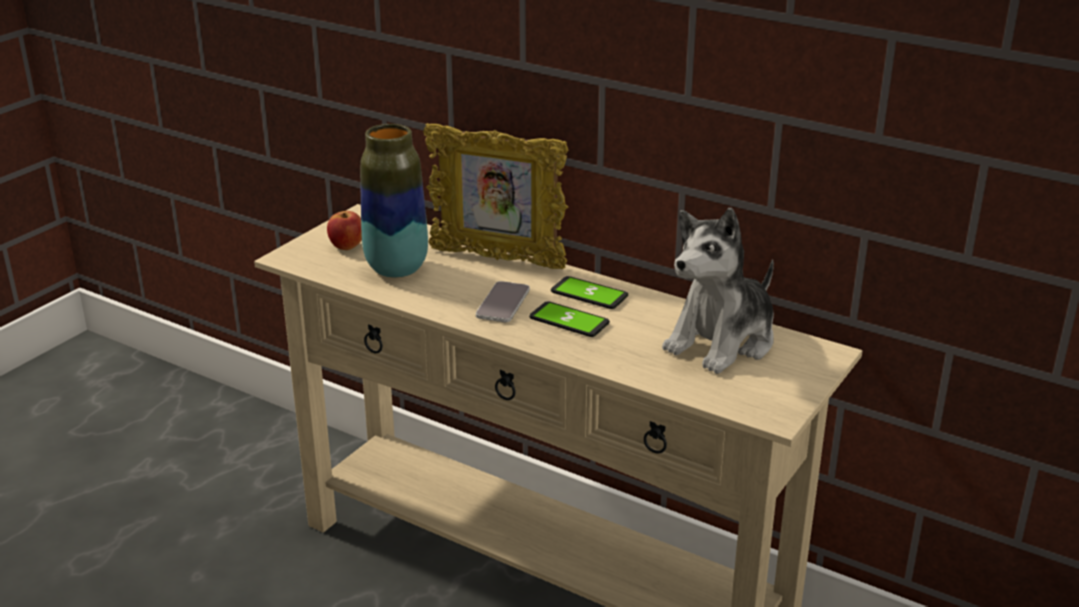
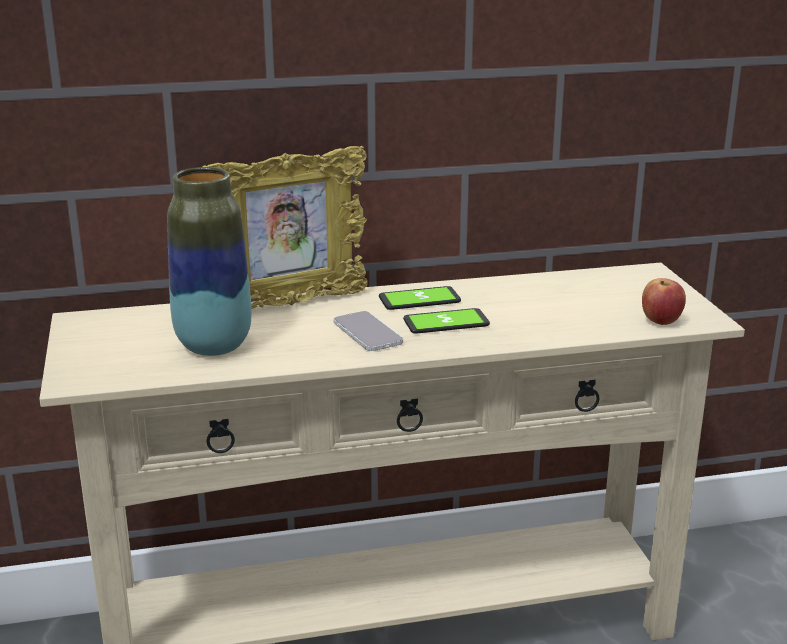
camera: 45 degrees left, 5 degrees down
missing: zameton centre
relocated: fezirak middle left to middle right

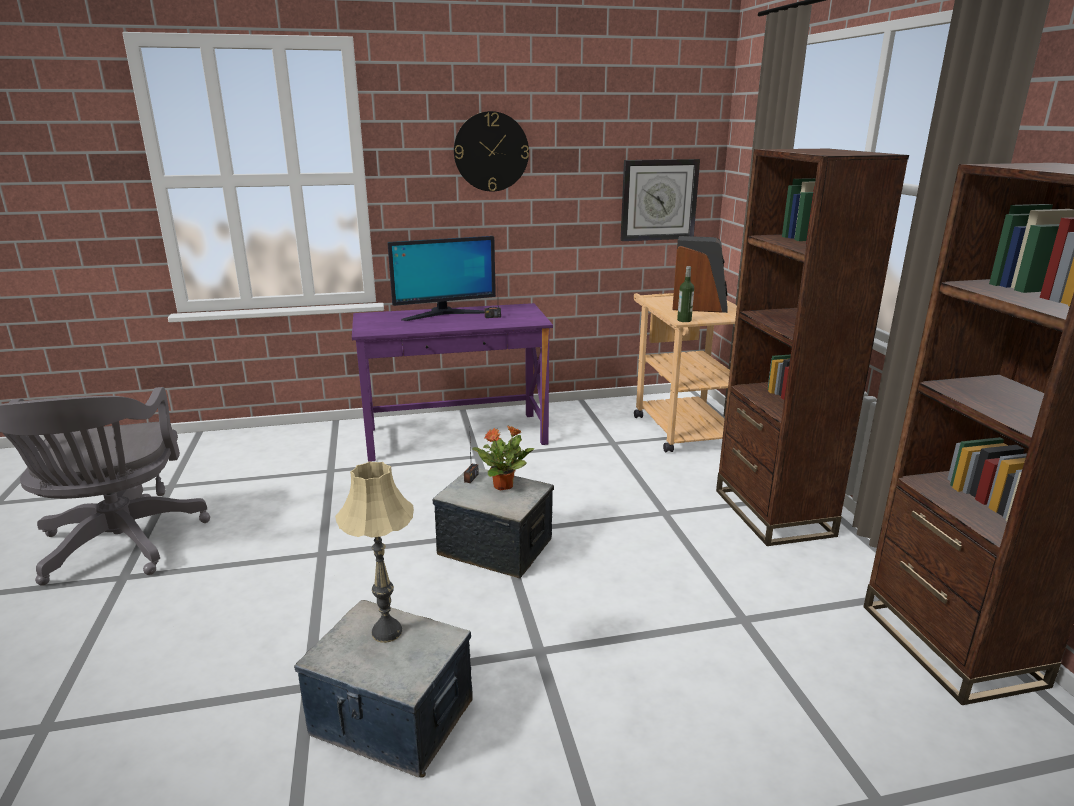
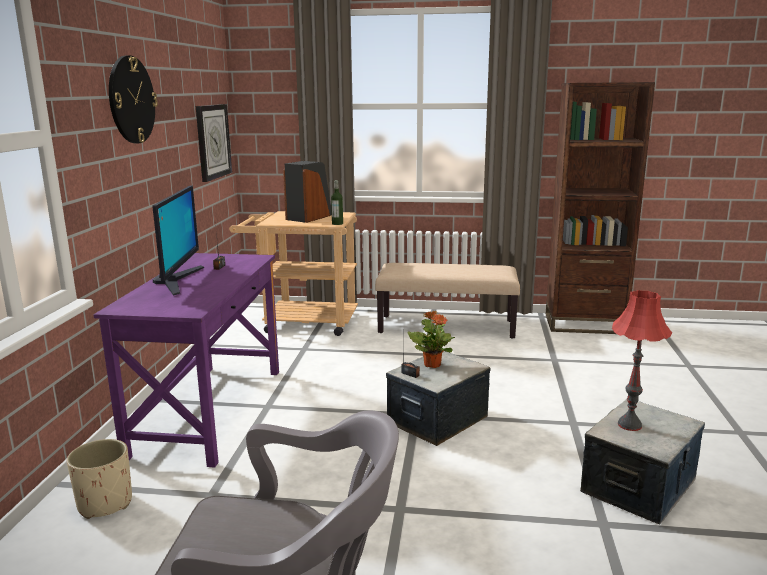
camera: 70 degrees left, 5 degrees down
appeared: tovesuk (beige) bottom left
exchanged: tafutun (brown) (no. 1 from left) middle right to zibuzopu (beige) centre
colour: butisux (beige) bottom centre to butisux (red) middle right

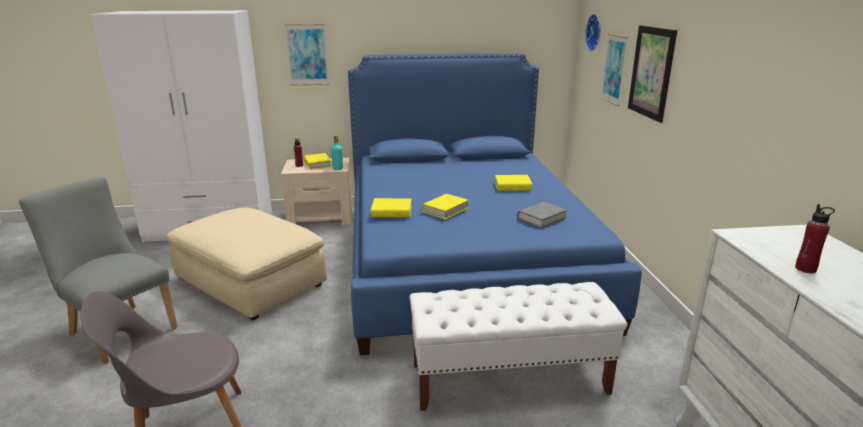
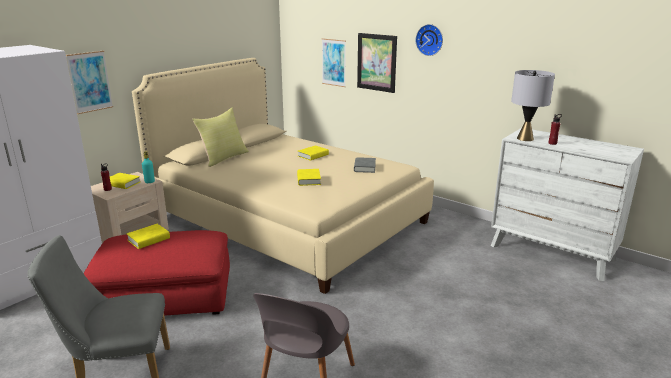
camera: 45 degrees left, 0 degrees up
missing: zibuzopu (white) bottom centre
appeared: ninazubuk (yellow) middle left; butisux (grey) top right
relocated: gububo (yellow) (no. 2 from left) centre to middle left; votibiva top right to top centre
colour: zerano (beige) middle left to zerano (red) bottom left; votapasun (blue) centre to votapasun (beige) centre

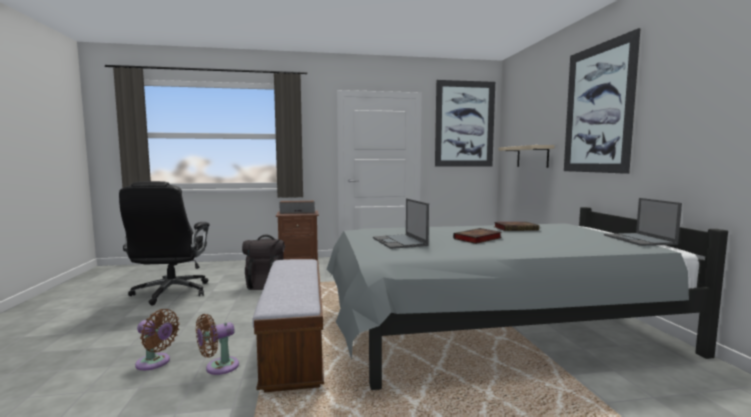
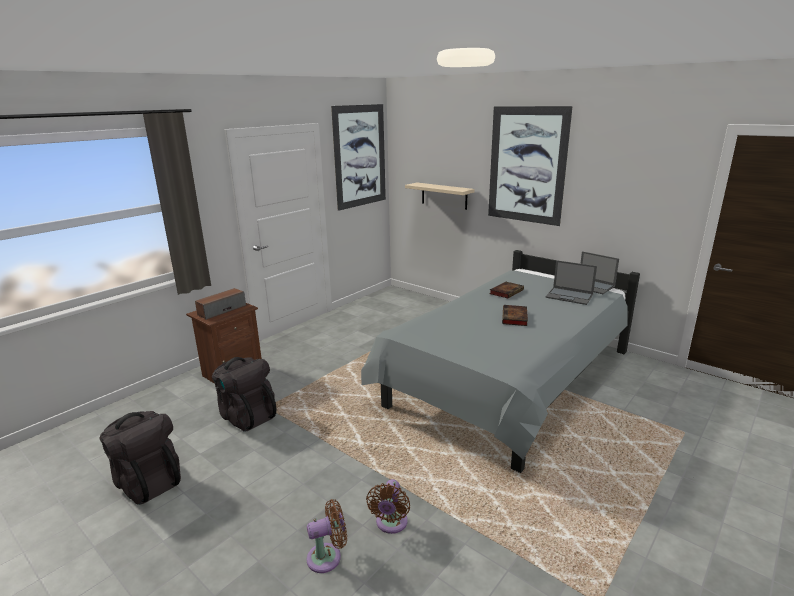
camera: 40 degrees left, 15 degrees up
missing: zibuzopu bottom centre
relocated: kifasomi (no. 1 from left) centre to middle right
exchanged: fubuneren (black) middle left to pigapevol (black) (no. 1 from left) bottom left

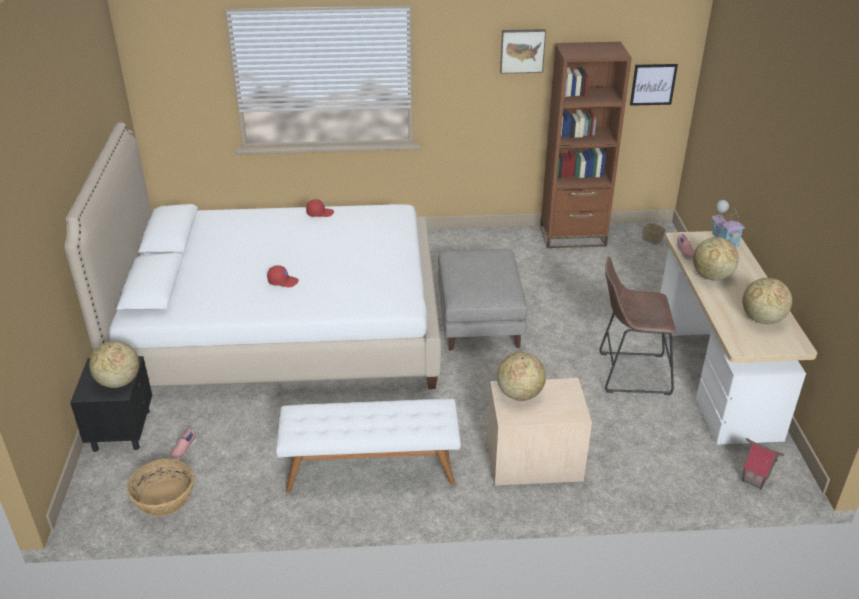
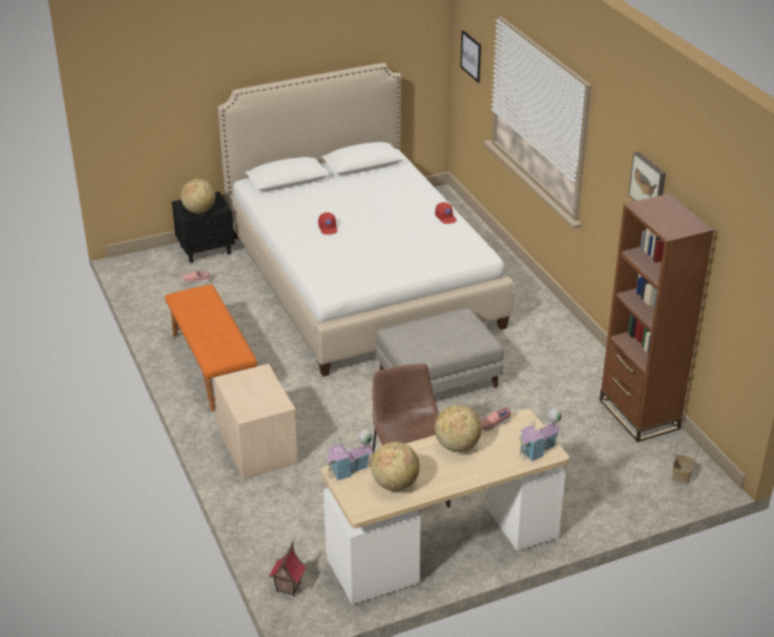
camera: 70 degrees right, 0 degrees up
missing: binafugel (no. 1 from left) bottom left; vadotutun (no. 2 from left) centre
appeared: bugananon (no. 2 from left) bottom centre
relocated: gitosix (no. 2 from left in the first image) top right to gitosix (no. 1 from left) top centre
colour: zibuzopu (white) bottom centre to zibuzopu (orange) middle left

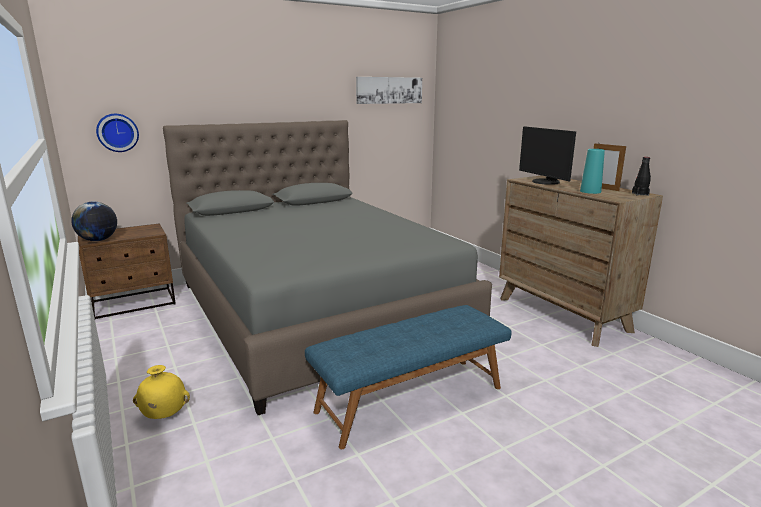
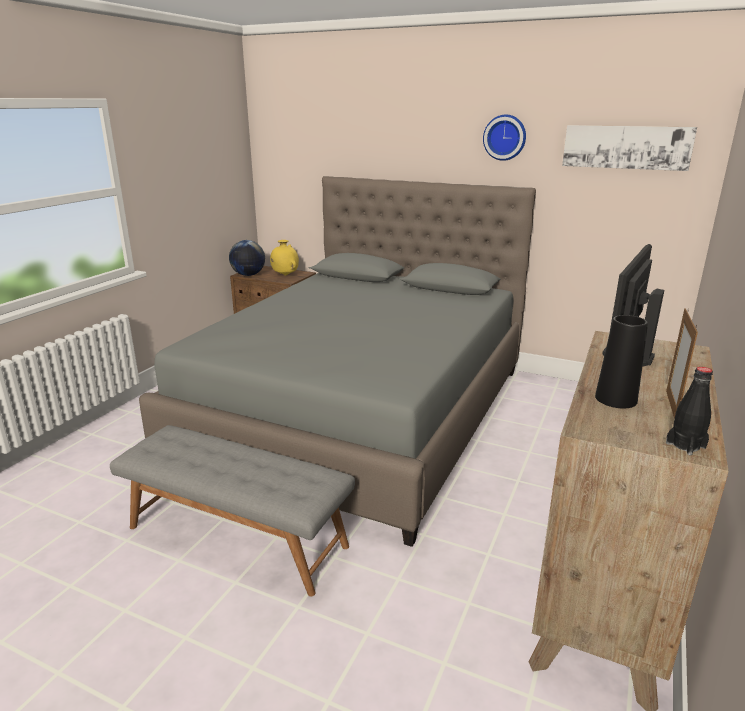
camera: 55 degrees right, 5 degrees up
relocated: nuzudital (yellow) bottom left to centre; votibiva top left to top right
colour: zibuzopu (blue) bottom centre to zibuzopu (grey) bottom left; nuzudital (turquoise) middle right to nuzudital (black) middle right

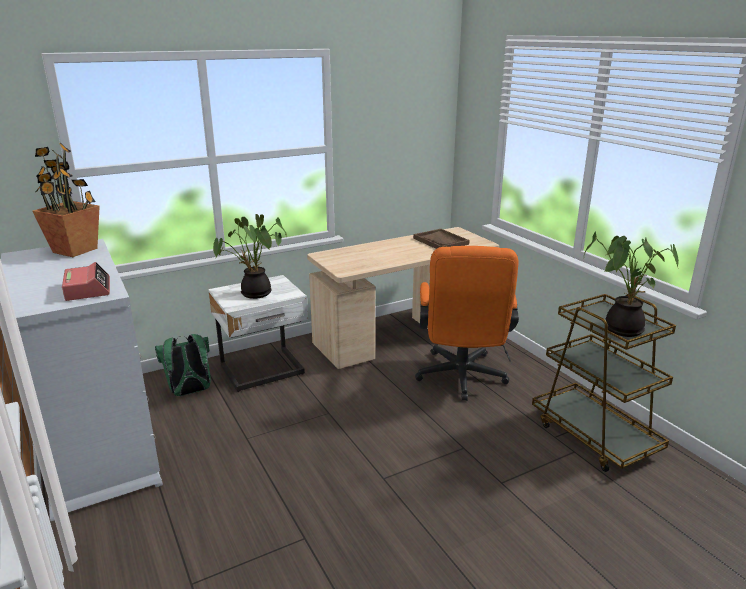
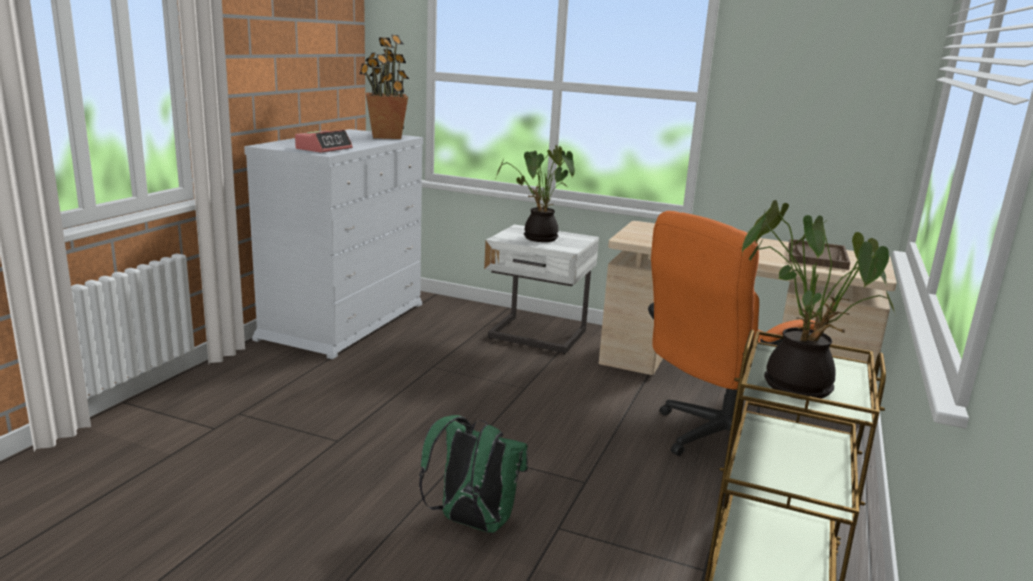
camera: 50 degrees right, 5 degrees down
relocated: pigapevol (green) middle left to bottom centre

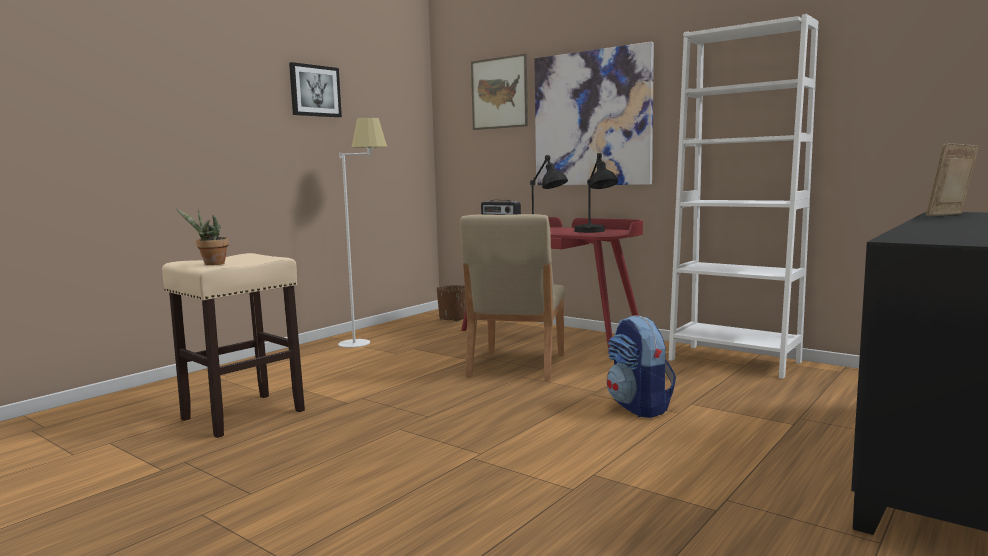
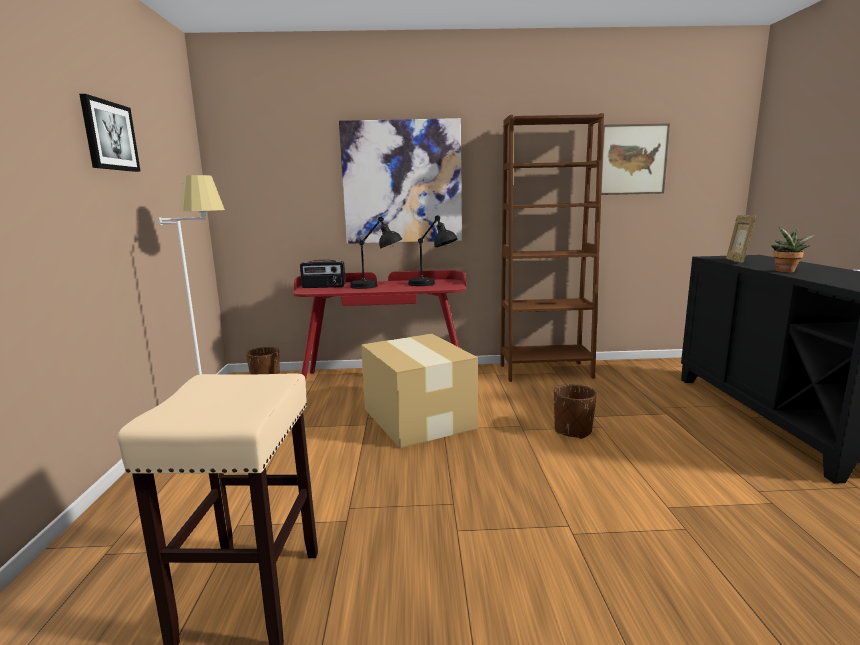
camera: 40 degrees left, 5 degrees up
relocated: gitosix (no. 2 from left in the first image) top centre to gitosix (no. 3 from left) top right; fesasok middle left to middle right
exchanged: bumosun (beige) centre to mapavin centre; pigapevol centre to tovesuk (brown) (no. 2 from left) middle right
colour: tafutun (white) middle right to tafutun (brown) centre

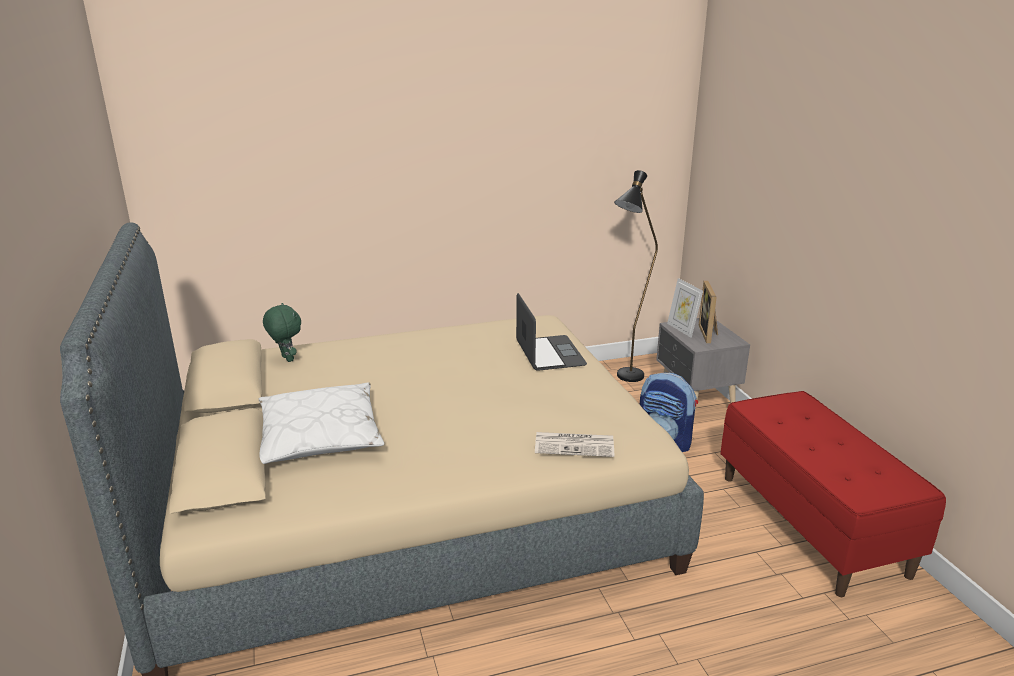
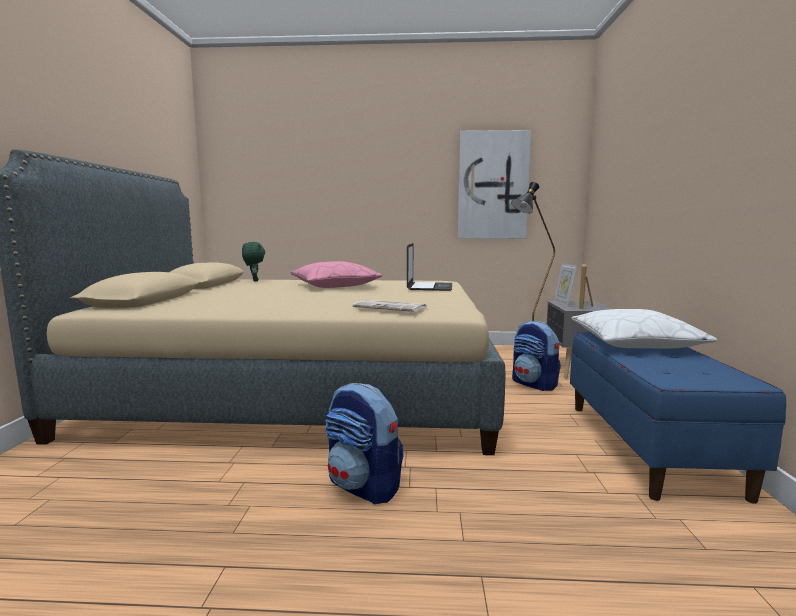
camera: 20 degrees right, 15 degrees down
appeared: ninazubuk (pink) centre; pigapevol (no. 1 from left) bottom centre; gitosix top centre
relocated: ninazubuk (white) middle left to middle right
colour: zibuzopu (red) bottom right to zibuzopu (blue) bottom right

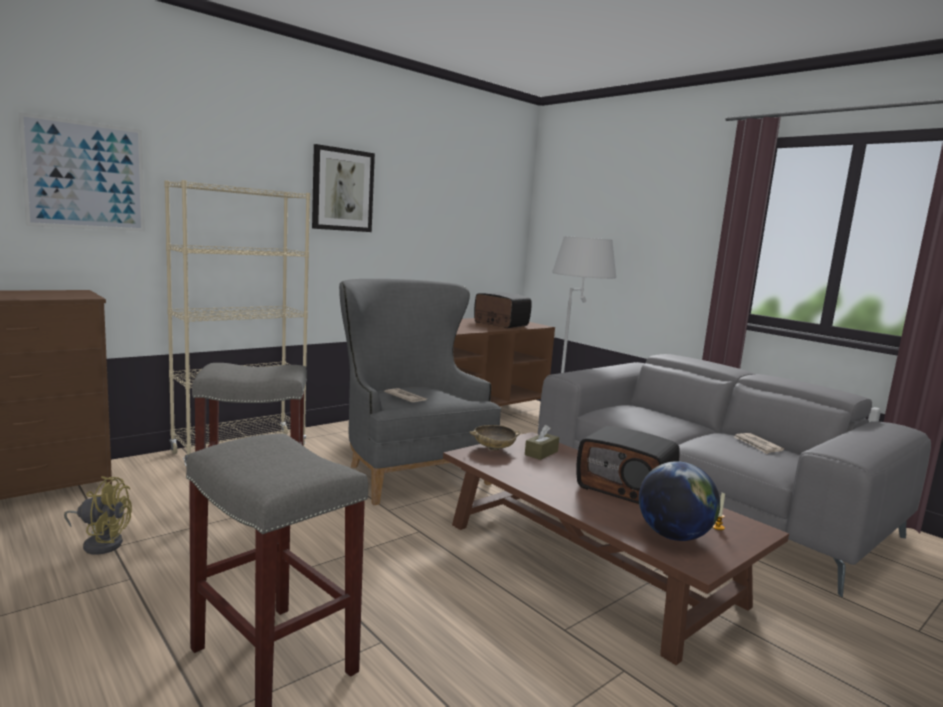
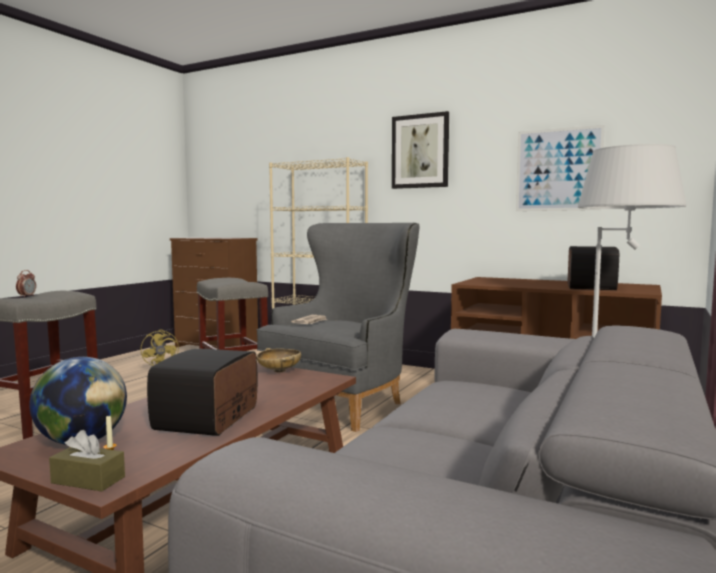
camera: 70 degrees right, 5 degrees down
missing: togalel (no. 2 from left) middle right
appeared: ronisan middle left
relocated: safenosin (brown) centre to bottom left; gitosix (no. 1 from left in the first image) top left to gitosix (no. 2 from left) top right

